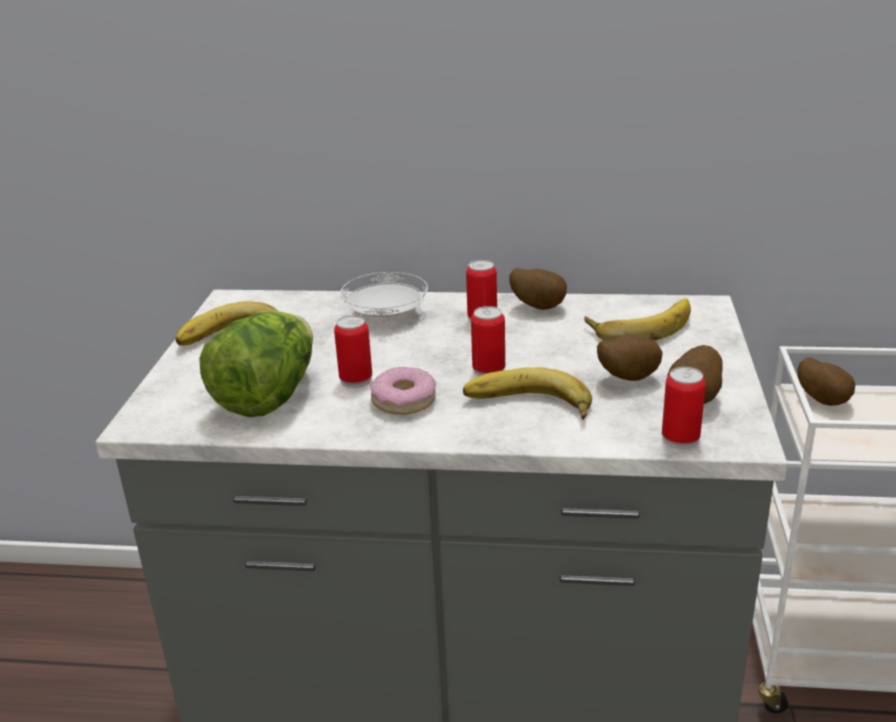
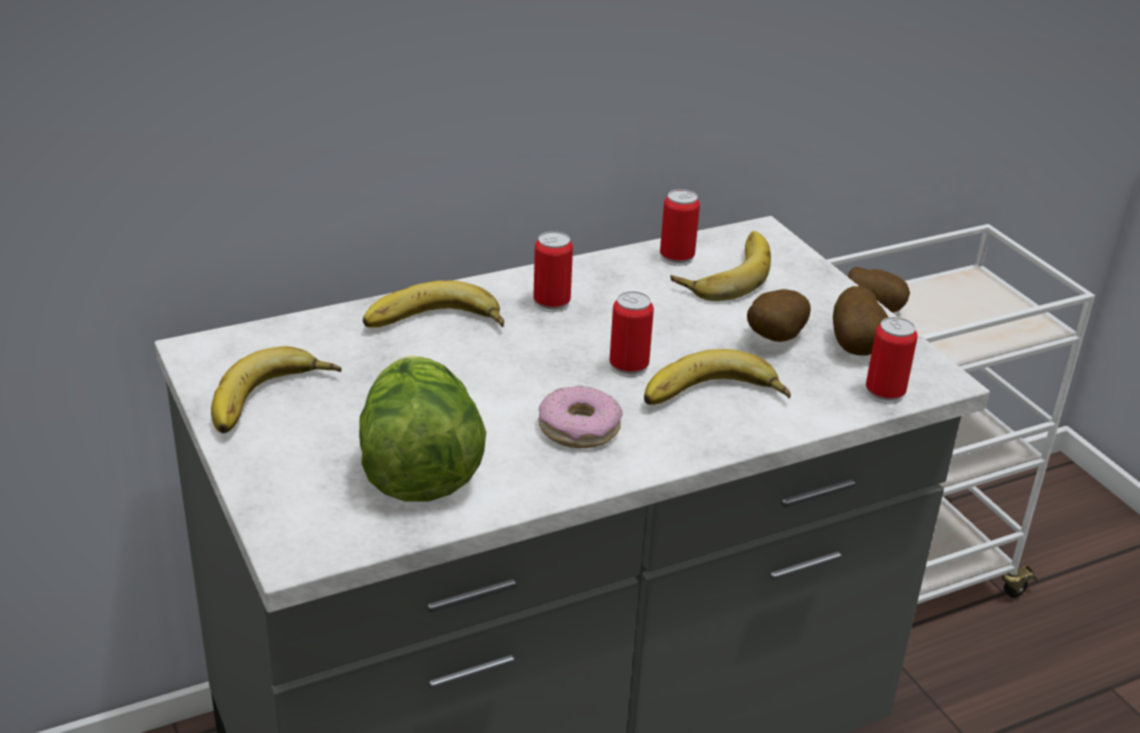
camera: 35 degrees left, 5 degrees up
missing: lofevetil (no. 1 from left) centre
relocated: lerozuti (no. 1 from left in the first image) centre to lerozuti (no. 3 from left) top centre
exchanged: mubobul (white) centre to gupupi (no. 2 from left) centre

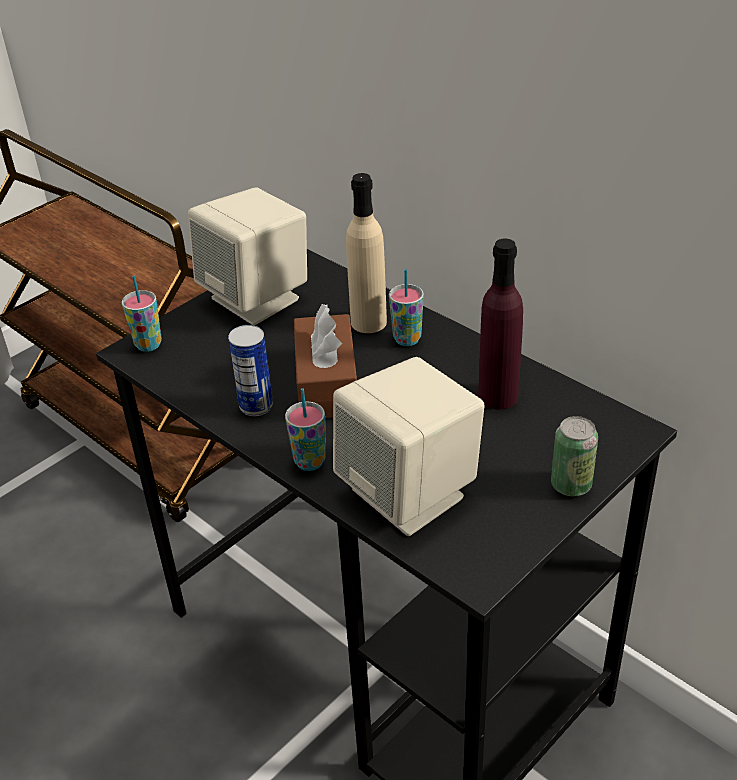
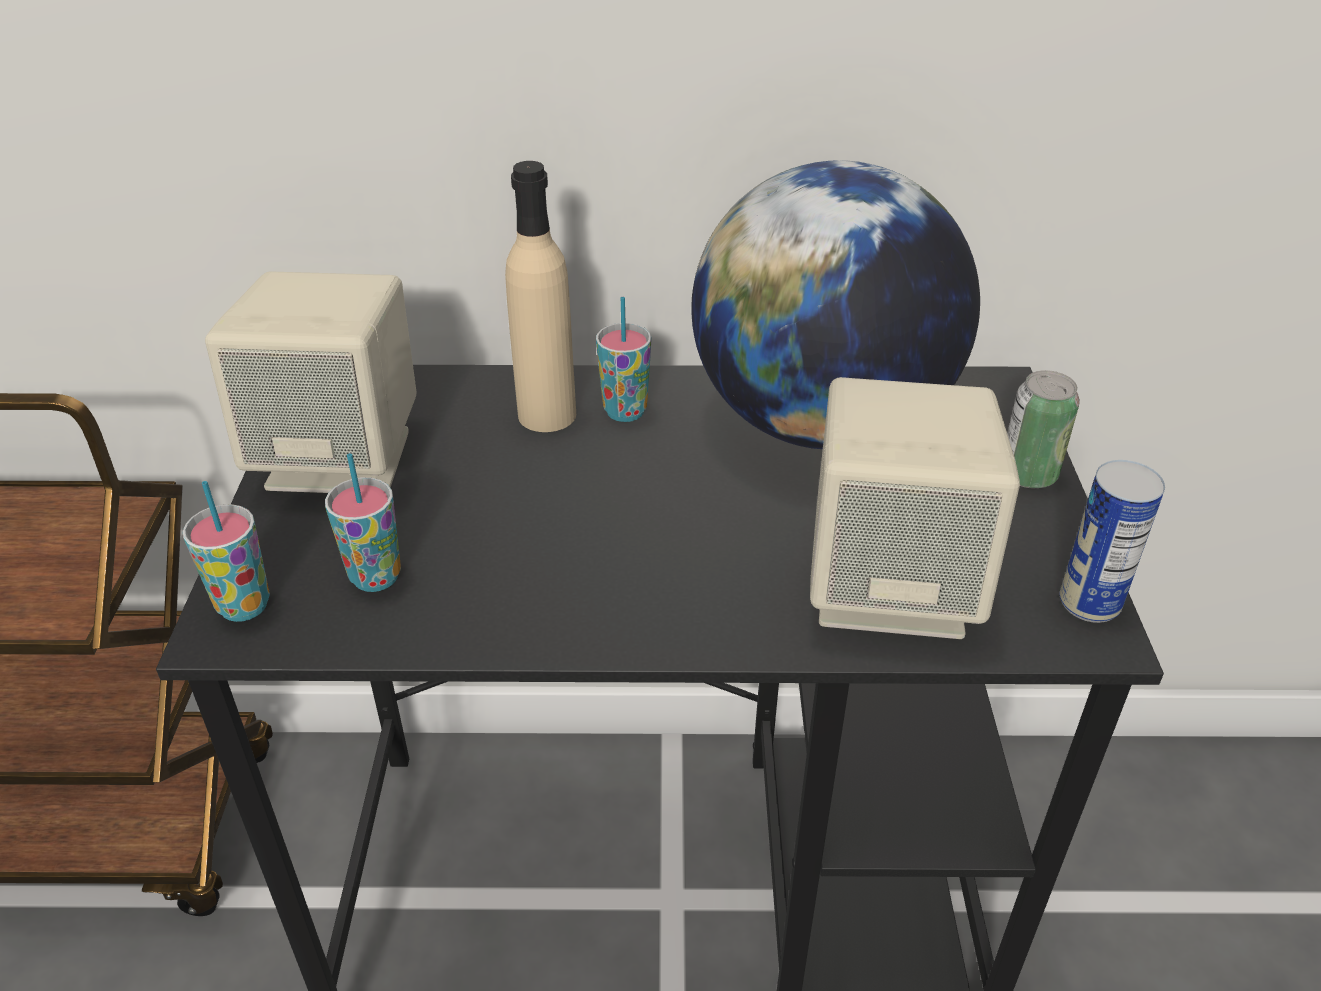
camera: 45 degrees left, 0 degrees up
missing: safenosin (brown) centre
relocated: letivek (no. 2 from left) centre to middle left; lerozuti (no. 1 from left in the first image) centre to lerozuti (no. 2 from left) middle right
exchanged: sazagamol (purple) middle right to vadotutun top centre

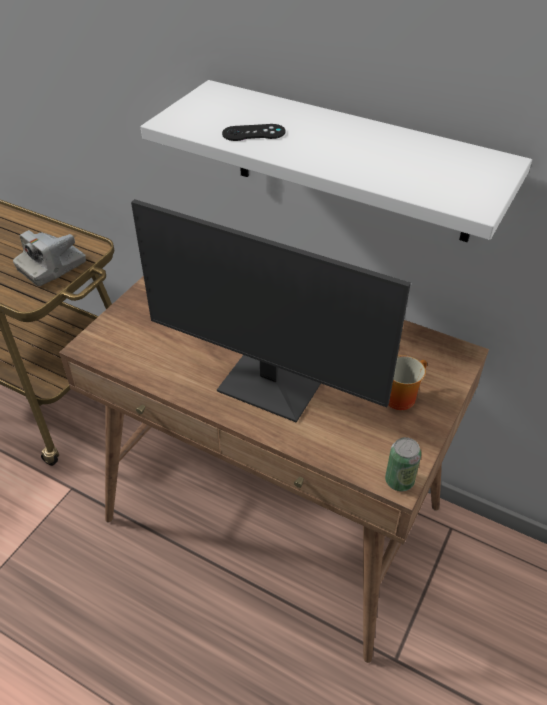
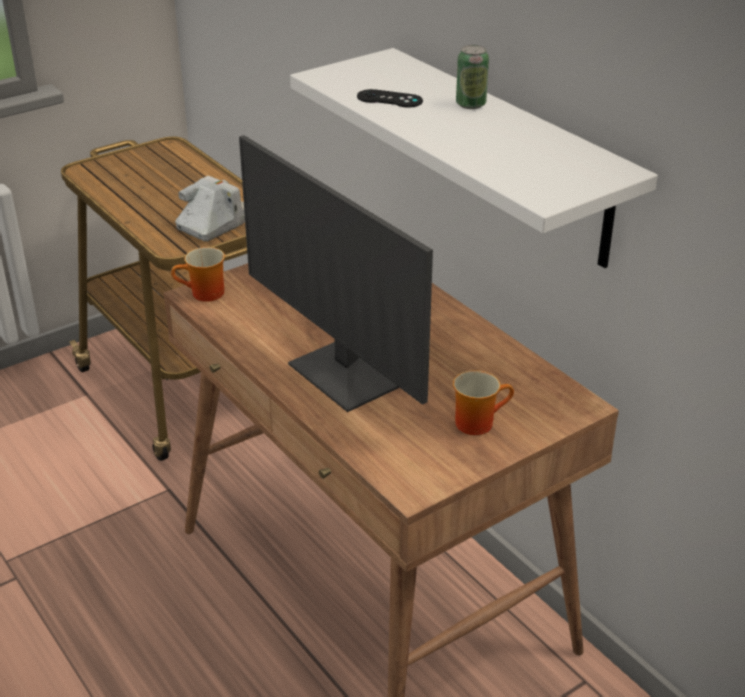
camera: 25 degrees right, 10 degrees down
appeared: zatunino (no. 1 from left) middle left
relocated: lerozuti middle right to top centre
spun: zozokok middle left = top left 150 degrees clockwise

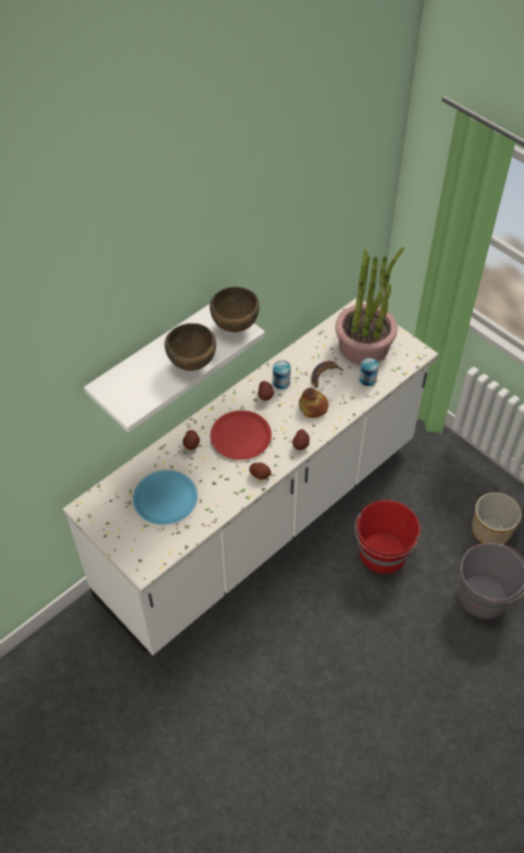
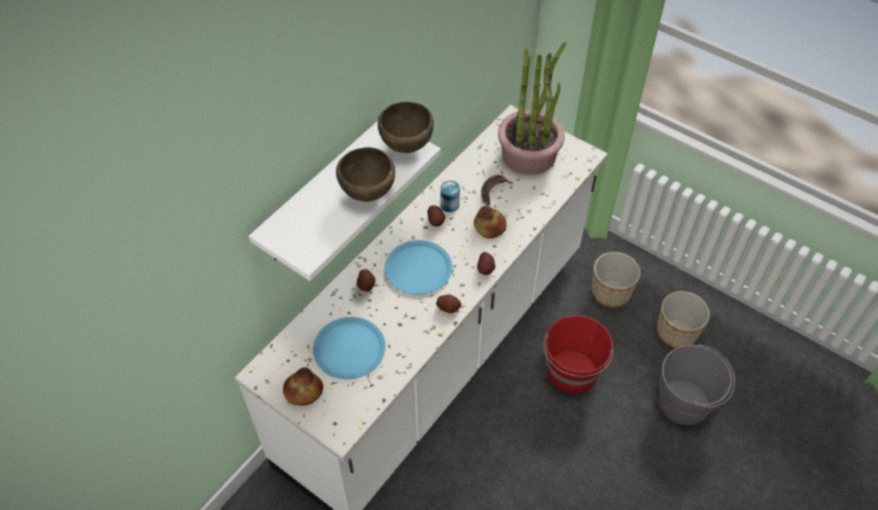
camera: 10 degrees left, 0 degrees up
missing: lerozuti (no. 2 from left) middle right
appeared: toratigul (no. 1 from left) bottom centre; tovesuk (no. 1 from left) middle right
colour: mubobul (red) centre to mubobul (blue) (no. 2 from left) centre

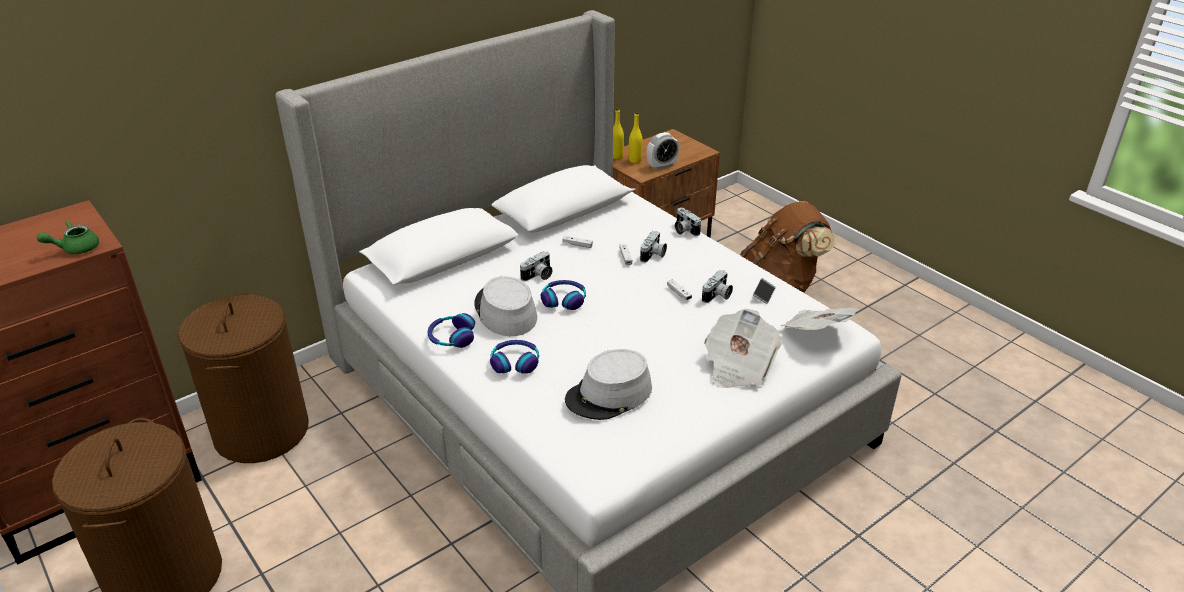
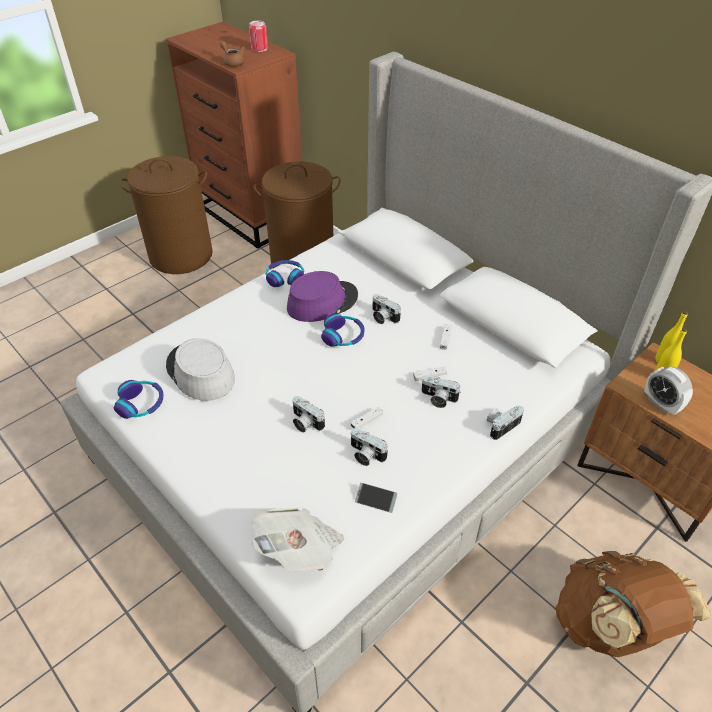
camera: 85 degrees right, 10 degrees up
missing: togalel (no. 1 from left) centre
appeared: lerozuti top centre; zozokok (no. 1 from left) centre
relocated: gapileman (no. 2 from left in the first image) centre to gapileman (no. 1 from left) middle left
colour: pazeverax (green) middle left to pazeverax (brown) top left; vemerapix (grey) (no. 1 from left) centre to vemerapix (purple) centre

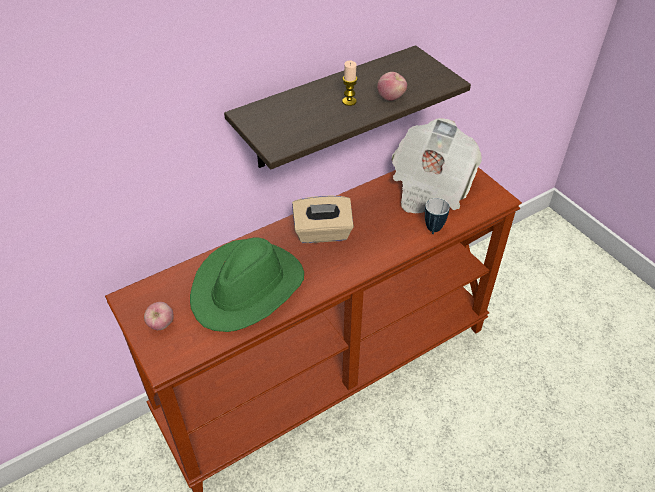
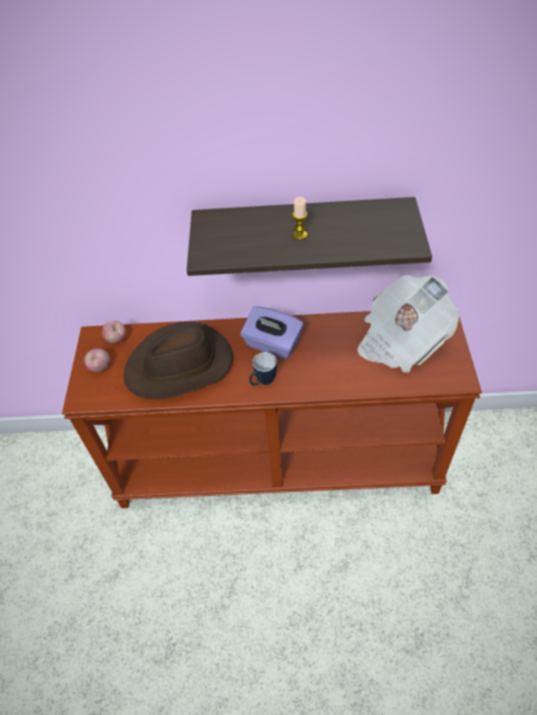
camera: 35 degrees right, 5 degrees up
relocated: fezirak (no. 2 from left) top centre to middle left; zatunino middle right to centre
colour: vemerapix (green) centre to vemerapix (brown) middle left; safenosin (beige) centre to safenosin (purple) centre

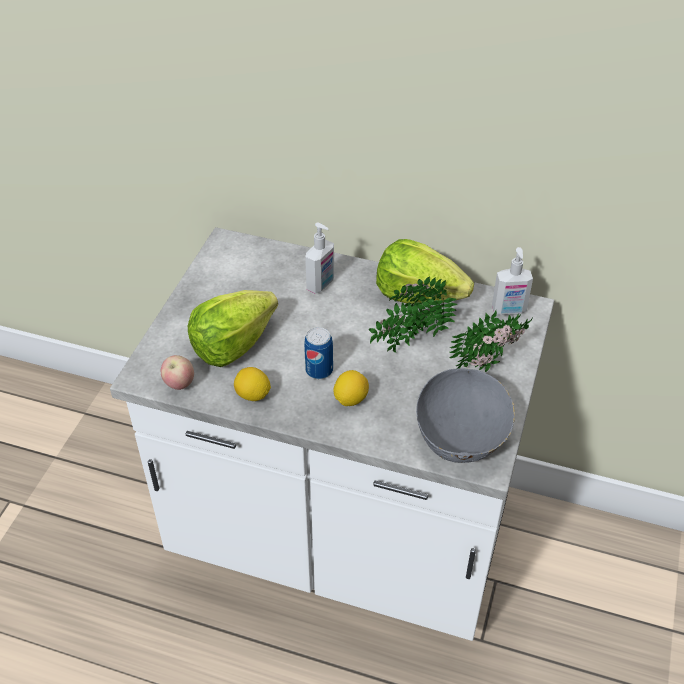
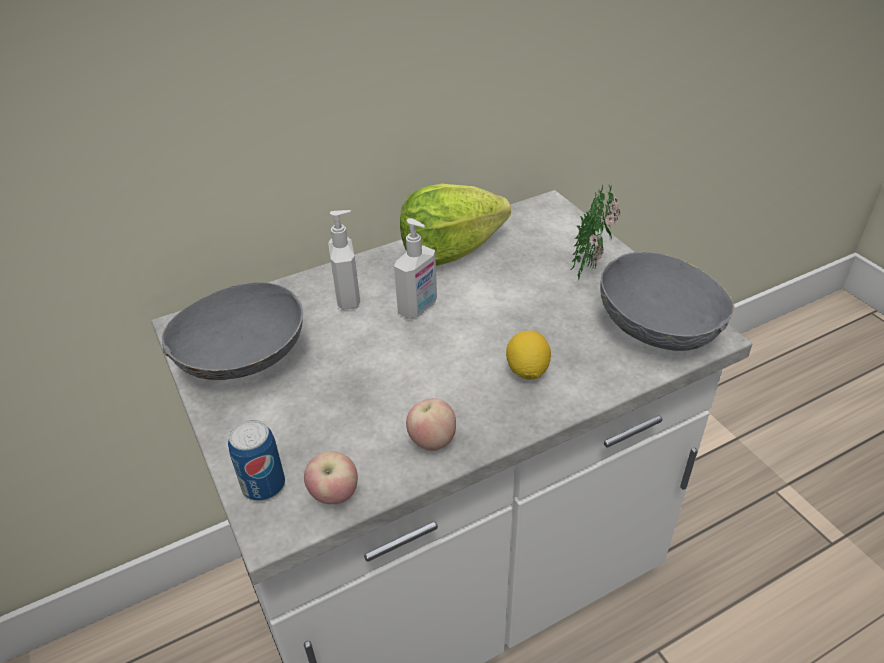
camera: 45 degrees left, 5 degrees down
missing: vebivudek (no. 1 from left) centre; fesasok (no. 1 from left) centre
appeared: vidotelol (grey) (no. 1 from left) middle left
relocated: lerozuti centre to bottom left; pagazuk (no. 2 from left) middle right to centre
exchanged: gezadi (no. 1 from left) centre to fezirak (no. 2 from left) centre

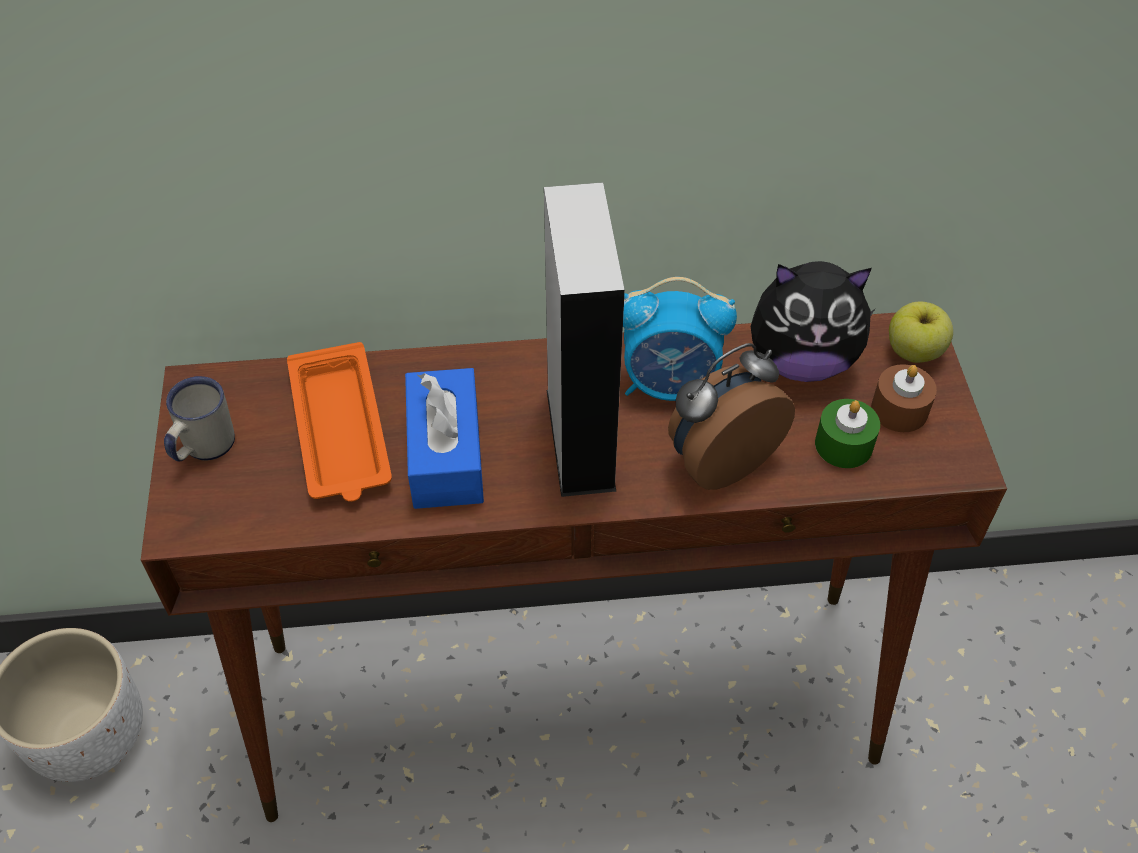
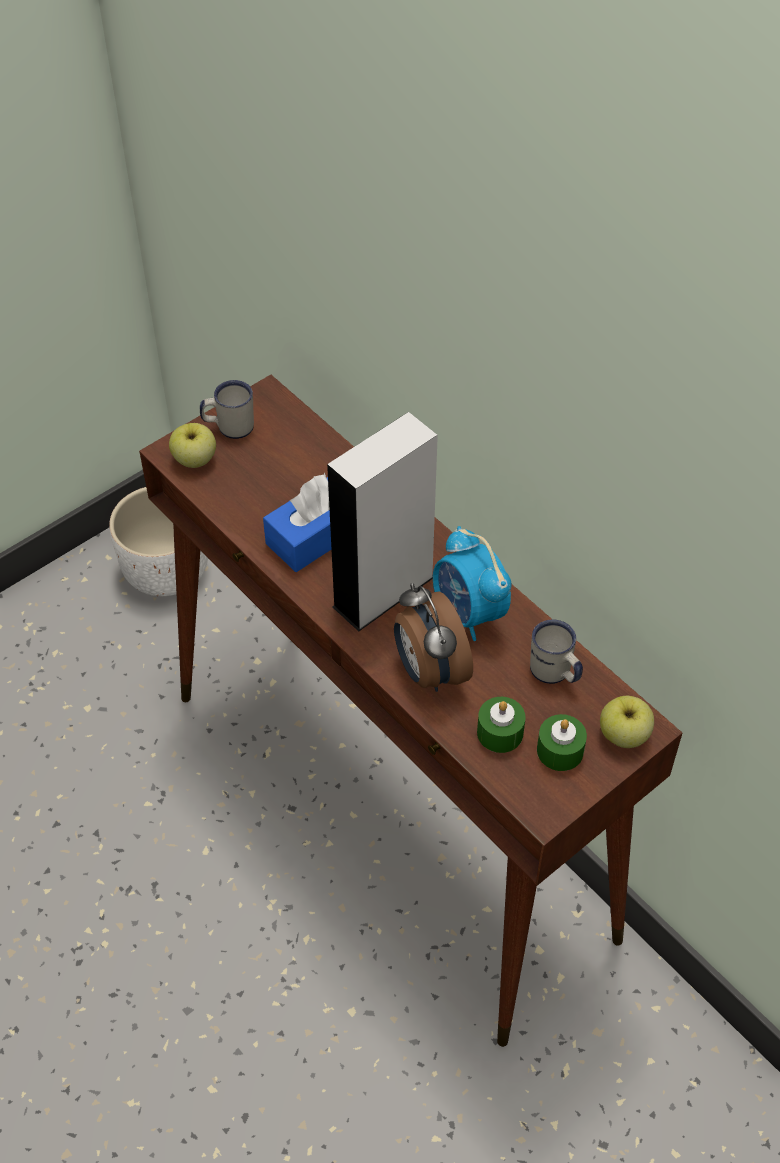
camera: 55 degrees right, 0 degrees up
missing: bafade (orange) middle left
appeared: fezirak (no. 1 from left) middle left
exchanged: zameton middle right to zatunino (white) (no. 2 from left) middle right
colour: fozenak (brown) middle right to fozenak (green) (no. 2 from left) middle right
spun: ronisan (no. 2 from left in the first image) centre = centre 135 degrees counterclockwise

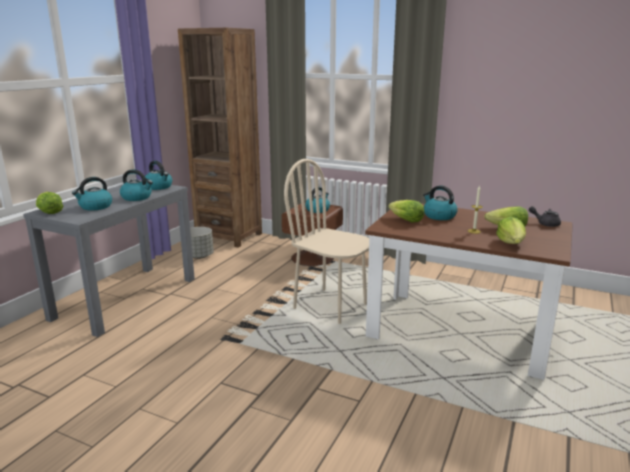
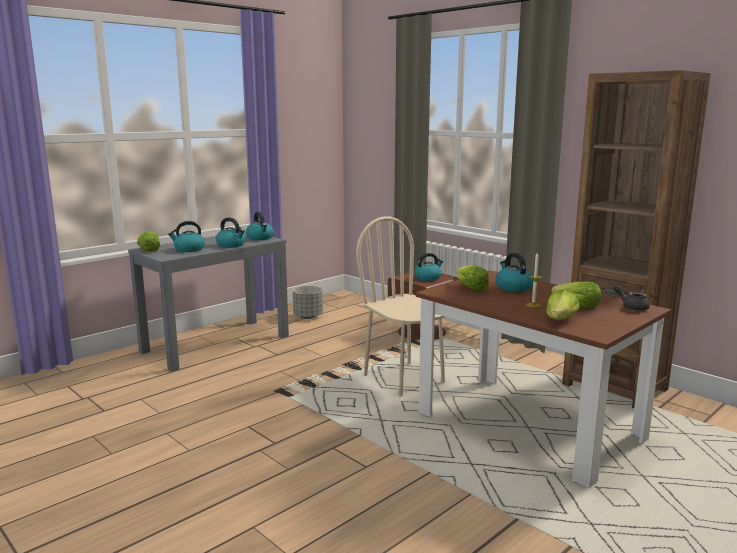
camera: 20 degrees right, 5 degrees down
relocated: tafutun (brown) top centre to middle right

